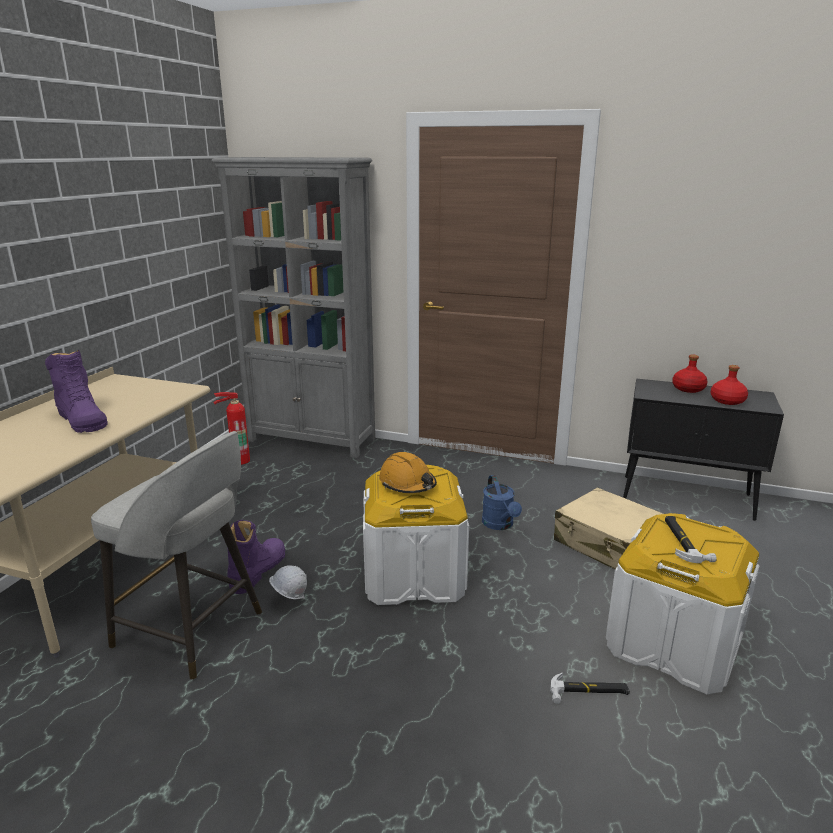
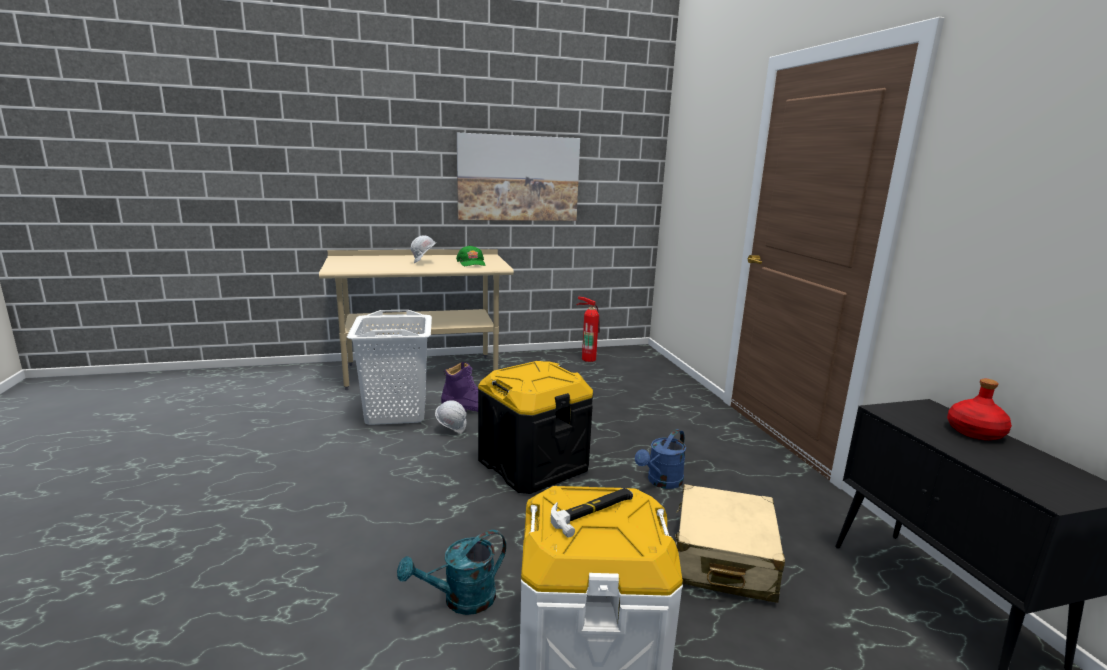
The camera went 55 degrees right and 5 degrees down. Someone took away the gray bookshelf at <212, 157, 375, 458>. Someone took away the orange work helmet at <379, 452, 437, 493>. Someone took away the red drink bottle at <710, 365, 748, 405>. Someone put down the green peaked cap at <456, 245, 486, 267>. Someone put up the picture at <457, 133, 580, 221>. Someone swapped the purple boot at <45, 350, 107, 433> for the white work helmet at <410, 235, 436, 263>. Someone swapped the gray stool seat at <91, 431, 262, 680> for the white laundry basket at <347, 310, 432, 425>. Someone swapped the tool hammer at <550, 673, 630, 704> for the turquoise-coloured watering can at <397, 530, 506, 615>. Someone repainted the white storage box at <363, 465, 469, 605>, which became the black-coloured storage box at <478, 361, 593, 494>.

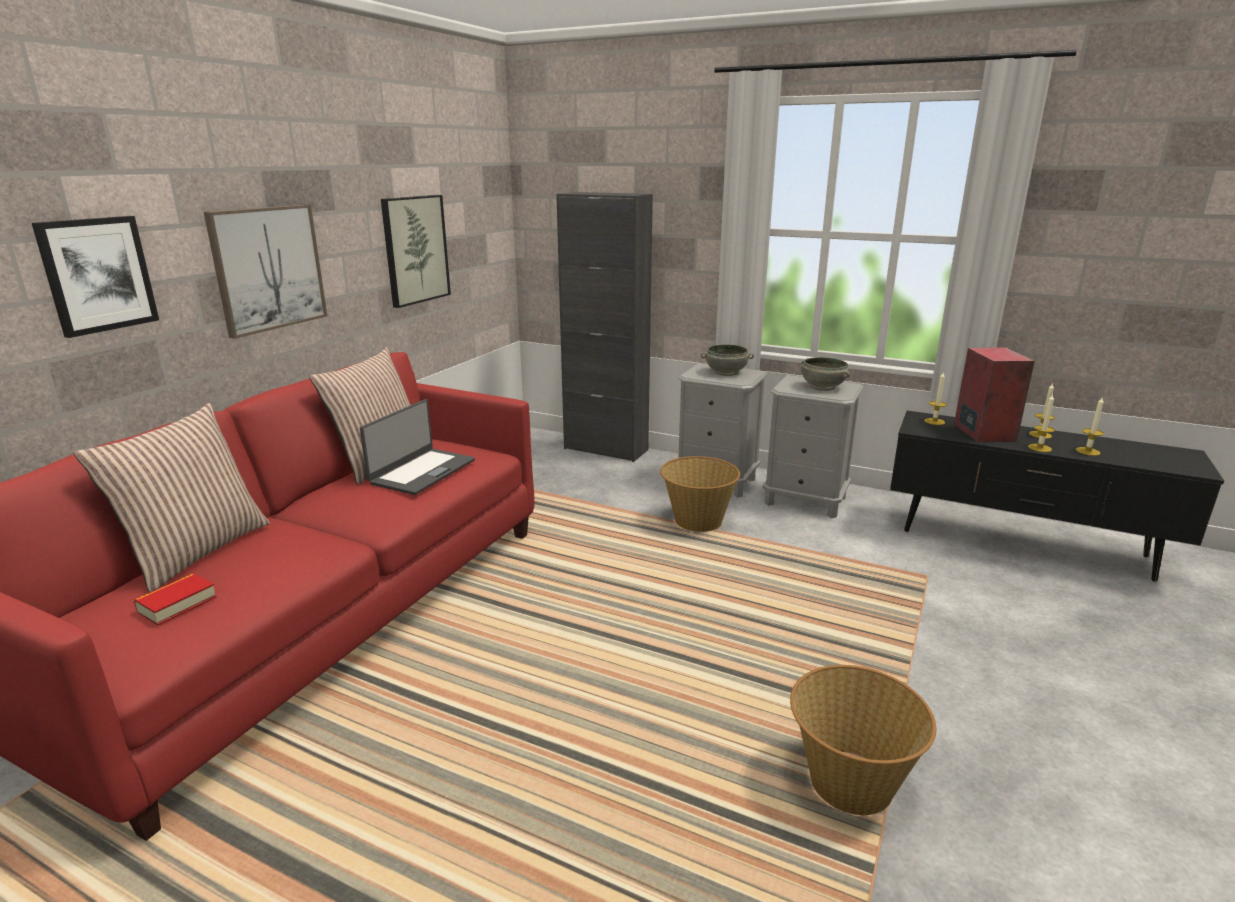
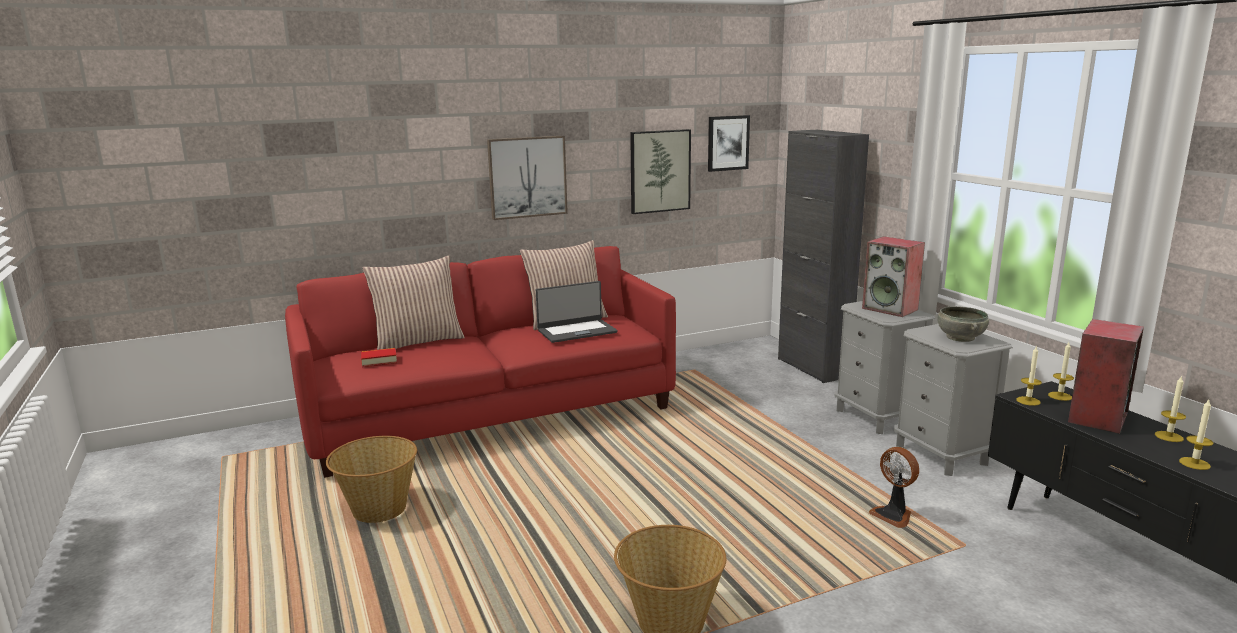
The camera went 40 degrees right and 5 degrees down. Someone put down the electric fan at <869, 447, 919, 528>. Someone carried the picture from <32, 216, 159, 338> to <708, 115, 750, 172>. Someone carried the storage basket from <660, 456, 740, 532> to <326, 436, 417, 523>. Someone carried the candle from <1028, 394, 1055, 452> to <1016, 345, 1042, 406>. Someone swapped the gray serving bowl at <701, 344, 754, 376> for the loudspeaker at <862, 236, 925, 317>.

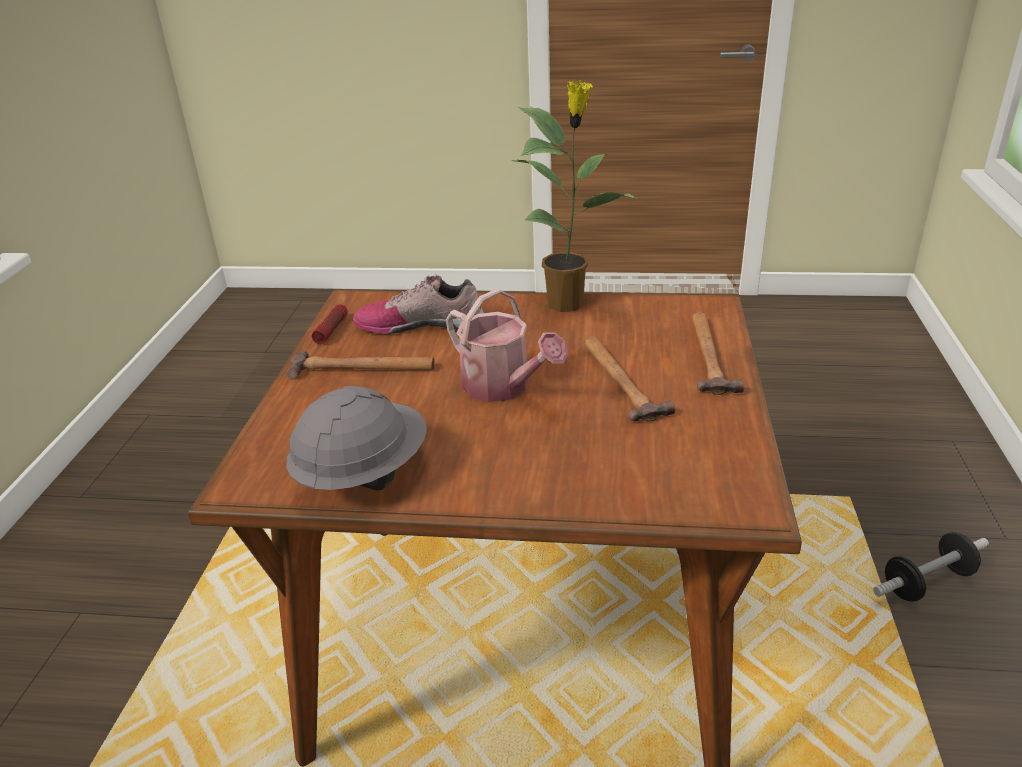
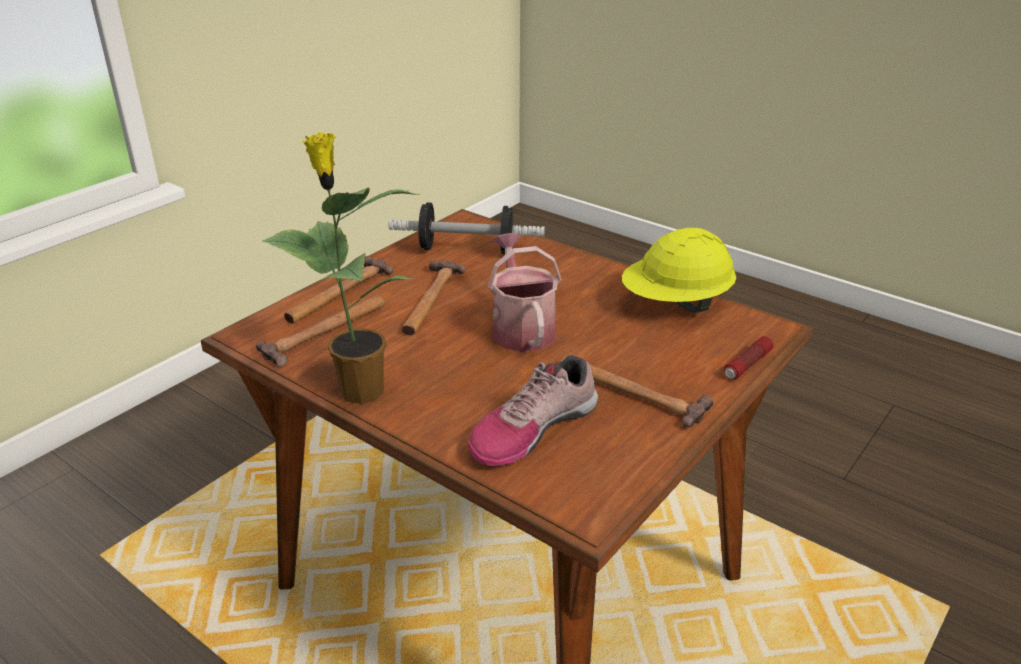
The camera went 150 degrees left and 0 degrees up. Someone put down the tool hammer at <256, 295, 385, 367>. Someone carried the flashlight from <312, 304, 348, 344> to <724, 336, 774, 380>. Someone carried the free weight from <873, 532, 989, 601> to <389, 202, 545, 254>. Someone repainted the gray work helmet at <286, 386, 427, 490>, which became the yellow work helmet at <622, 228, 736, 313>. Someone rotated the low shoe at <353, 274, 484, 334> by 105 degrees clockwise.

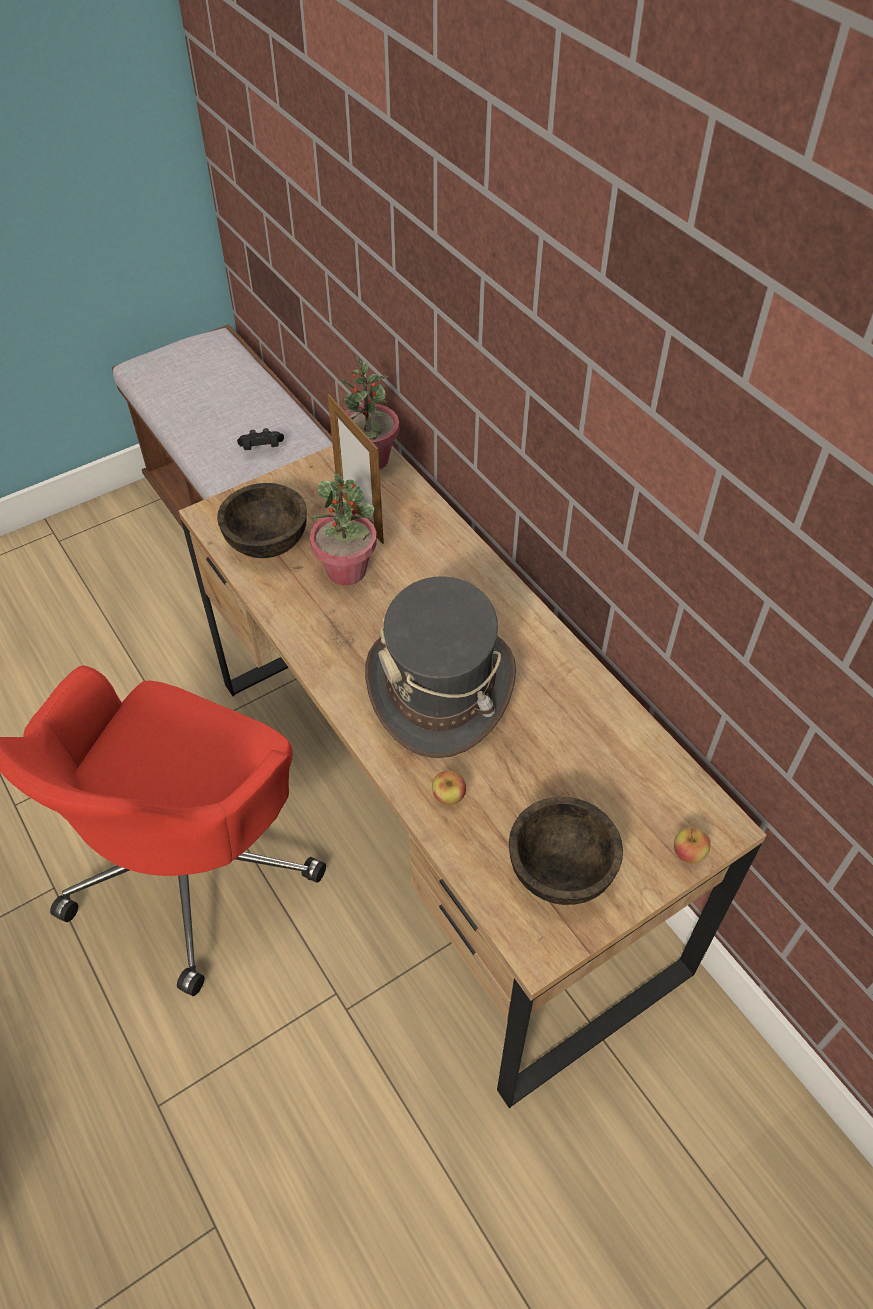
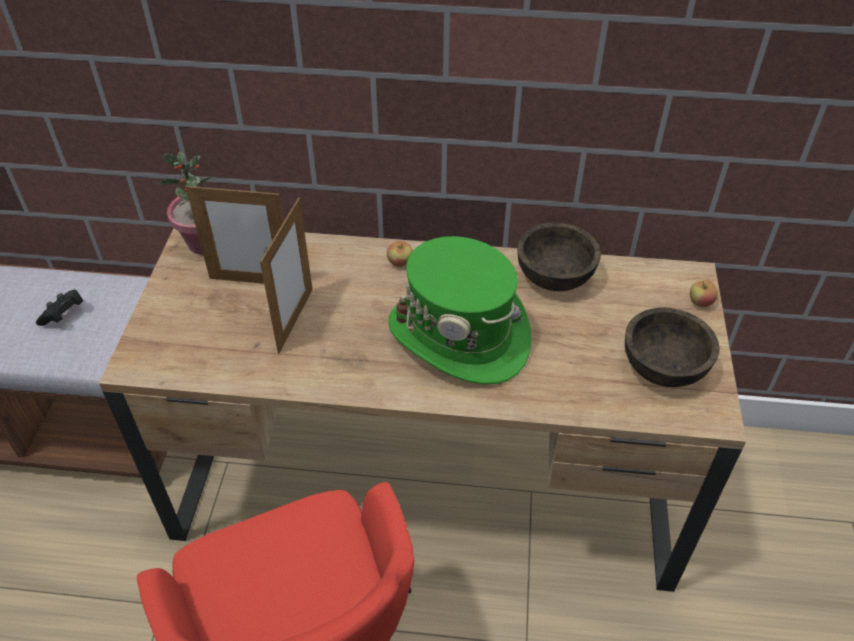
The camera went 50 degrees left and 5 degrees down. Someone carried the brown-coloured serving bowl from <217, 483, 307, 558> to <517, 223, 601, 291>. Someone carried the whole apple from <432, 771, 466, 805> to <387, 241, 413, 267>. Someone swapped the houseplant at <310, 473, 377, 586> for the picture frame at <260, 198, 313, 353>. Someone repainted the gray wearable hat at <365, 576, 516, 758>, which became the green wearable hat at <388, 236, 532, 384>.

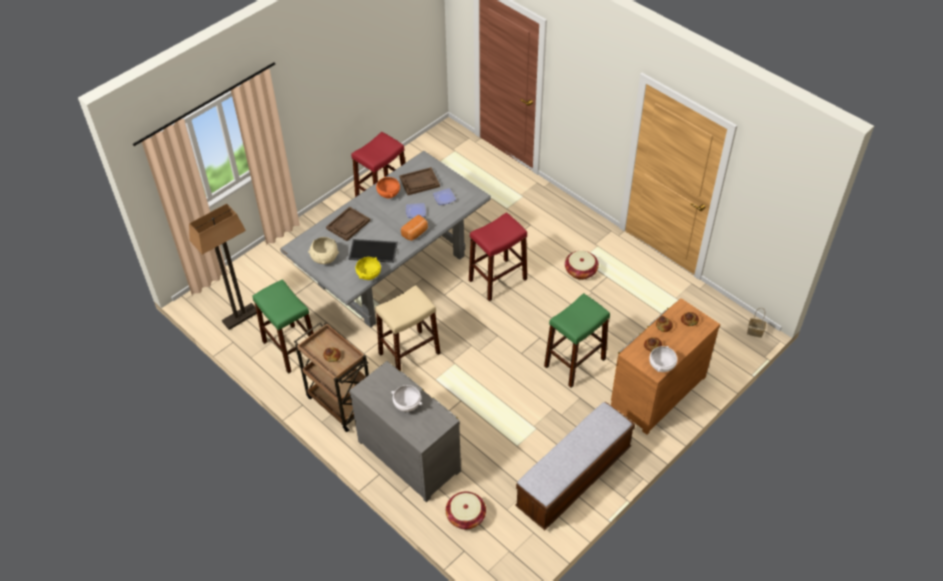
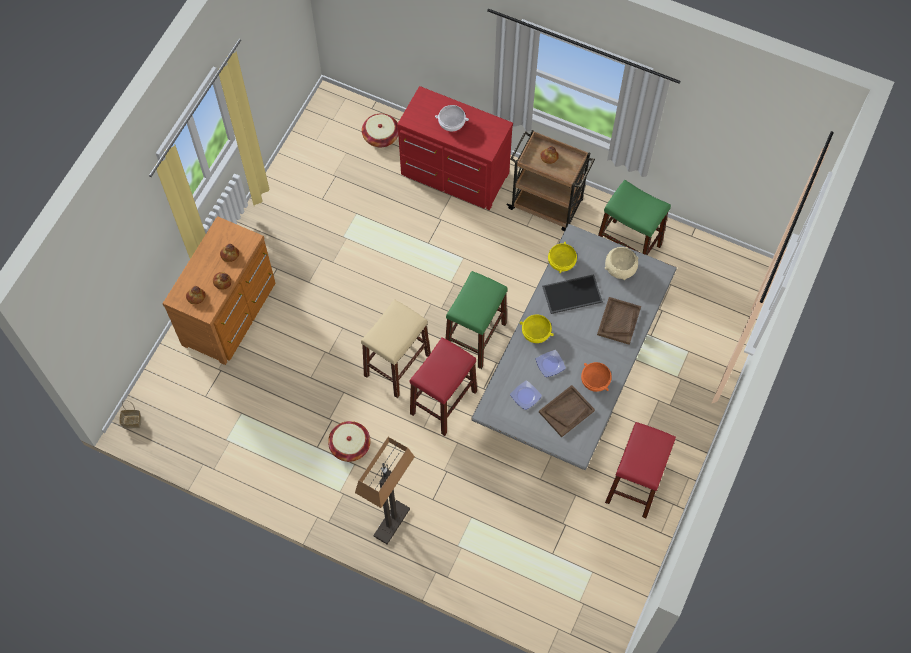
The camera went 160 degrees right and 15 degrees up. Someone took away the long seat at <515, 402, 635, 530>. Someone took away the white serving bowl at <649, 346, 677, 372>. Someone carried the standing lamp from <189, 203, 257, 330> to <355, 437, 415, 544>. Someone carried the beige stool seat from <375, 285, 440, 371> to <361, 299, 431, 398>. Someone carried the green stool seat from <544, 293, 610, 388> to <446, 271, 508, 369>. Someone swapped the bread at <401, 215, 428, 241> for the yellow serving bowl at <520, 314, 554, 343>. Someone repainted the gray chest of drawers at <349, 361, 461, 502>, which became the red chest of drawers at <397, 86, 513, 210>.

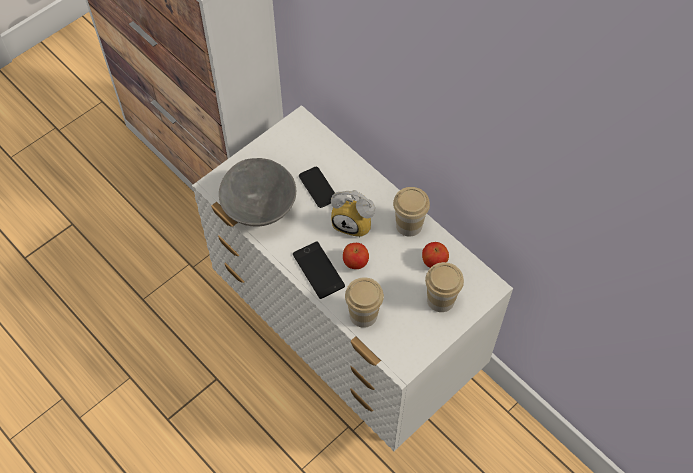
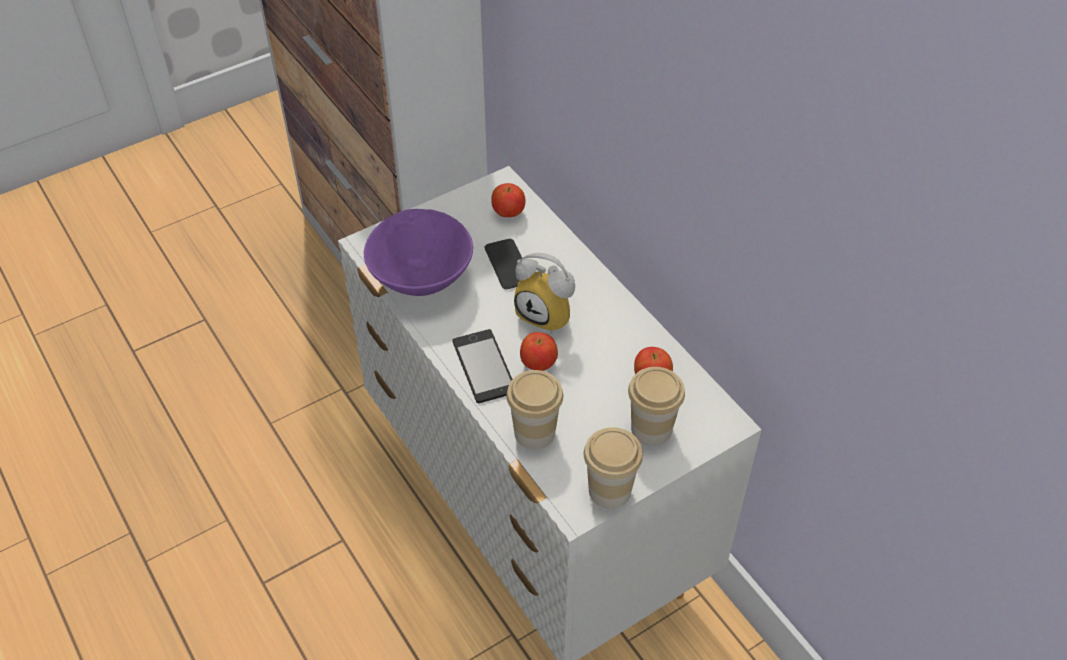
The camera went 10 degrees right and 10 degrees down. Someone put down the whole apple at <491, 183, 525, 217>. Someone carried the cup from <393, 187, 430, 237> to <584, 427, 643, 509>. Someone repainted the gray serving bowl at <219, 158, 296, 226>, which became the purple serving bowl at <364, 209, 473, 296>.

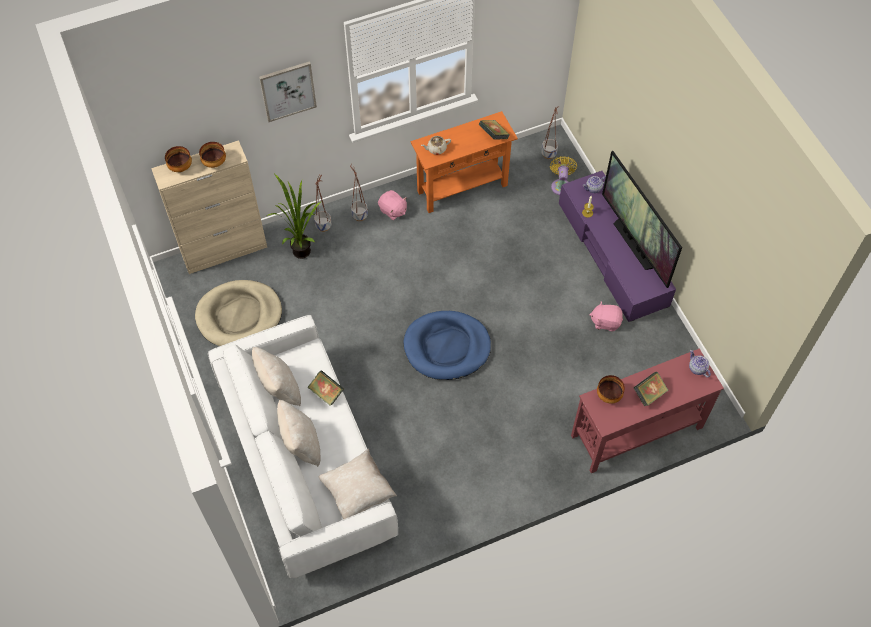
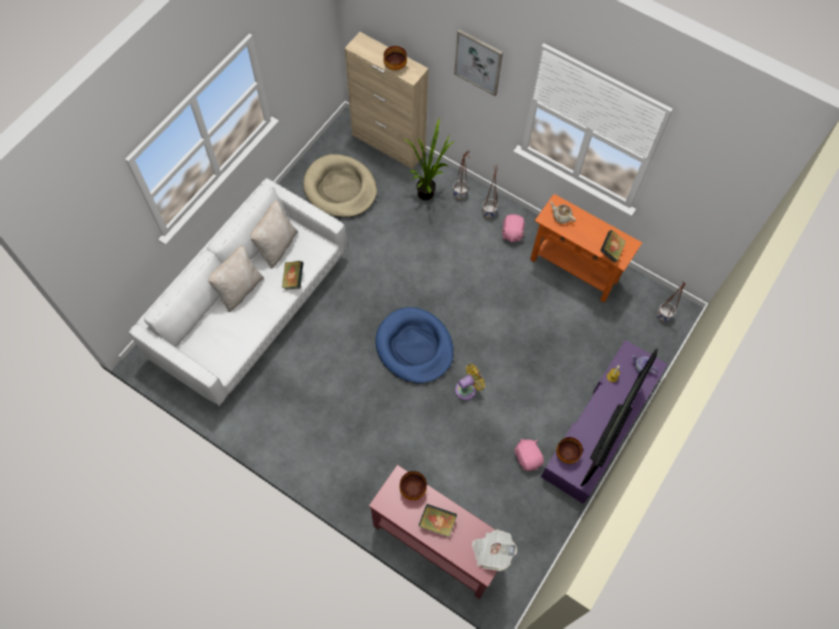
The camera went 55 degrees right and 5 degrees up. Someone took away the beige pillow at <318, 449, 397, 519>. Someone carried the serving bowl from <165, 146, 192, 172> to <556, 437, 583, 464>. Someone carried the yellow electric fan from <550, 156, 577, 195> to <455, 364, 485, 400>. Someone swapped the tea pot at <689, 350, 711, 378> for the printed paper at <472, 529, 517, 571>.

